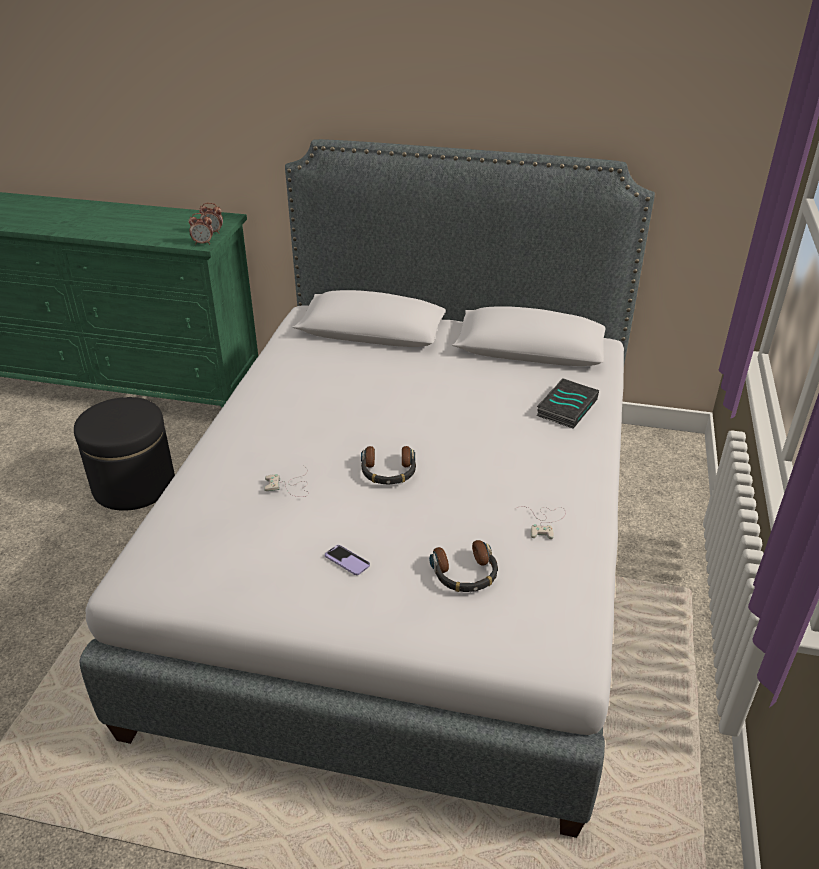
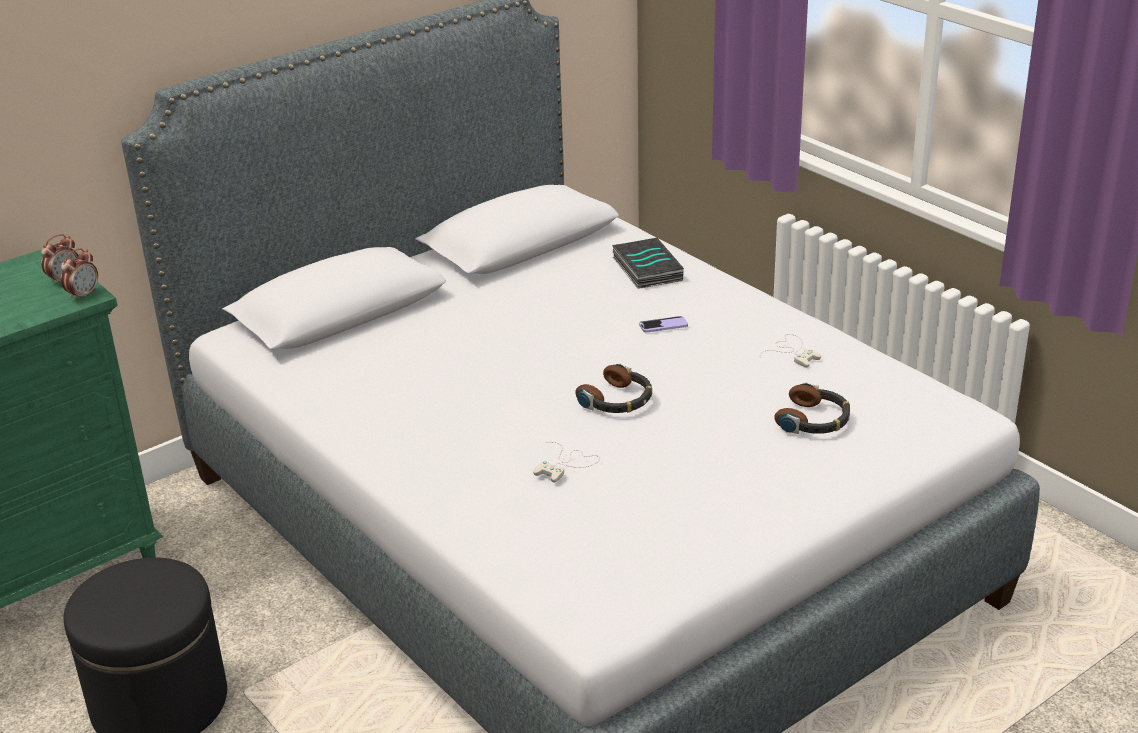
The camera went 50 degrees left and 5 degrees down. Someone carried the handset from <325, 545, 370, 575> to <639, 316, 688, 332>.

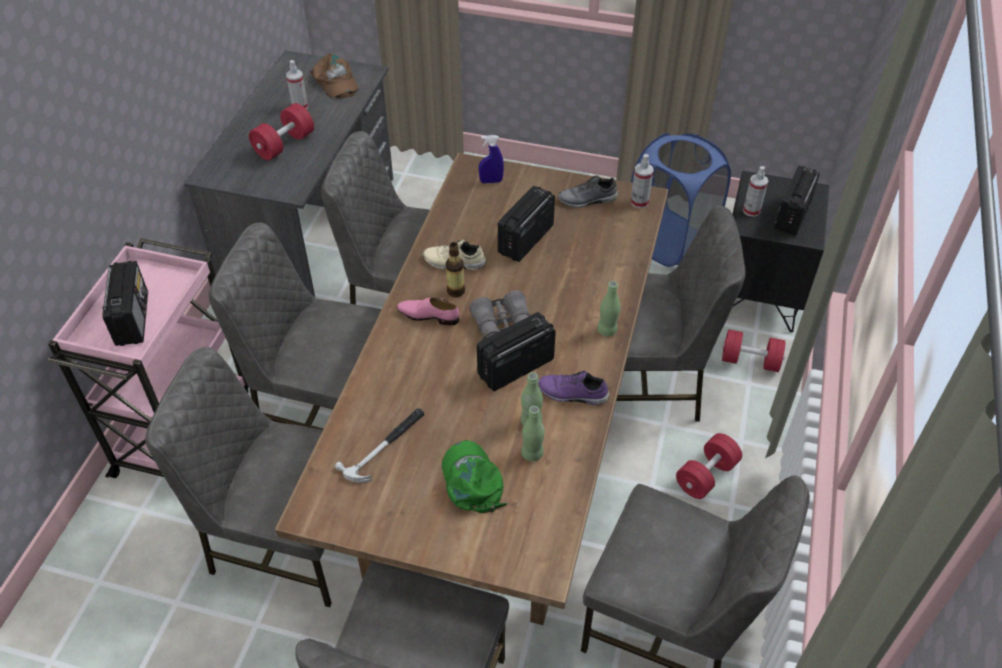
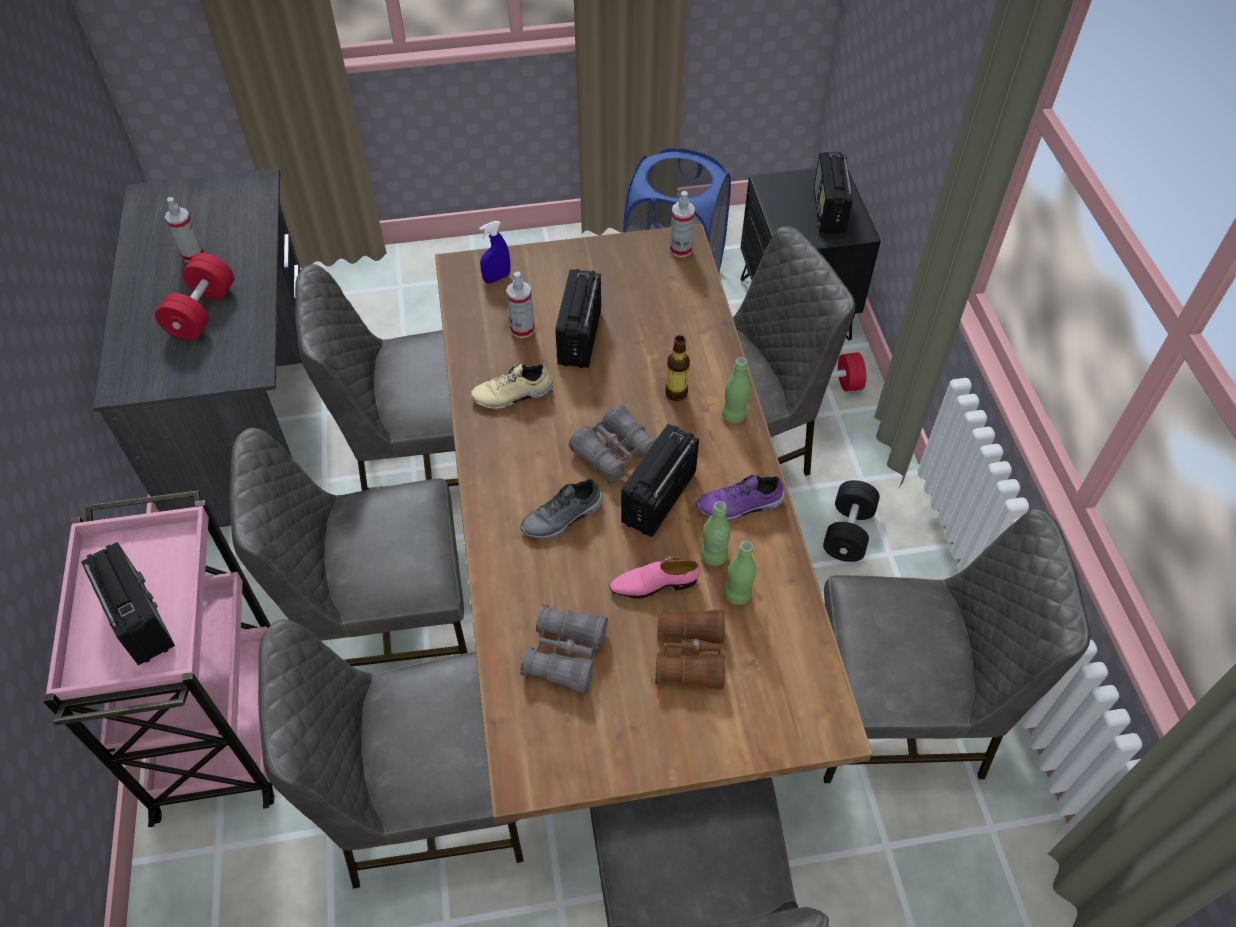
The camera went 25 degrees left and 5 degrees up. Someone took away the brown-coloured peaked cap at <310, 53, 358, 98>. Someone carried the pink low shoe from <397, 297, 460, 326> to <609, 557, 700, 599>. Someone carried the drink bottle from <446, 242, 465, 297> to <666, 335, 690, 401>. Someone carried the gray low shoe from <558, 176, 618, 208> to <520, 479, 603, 539>. Someone carried the sprayer from <743, 166, 768, 217> to <506, 272, 535, 338>. Someone swapped the tool hammer at <335, 408, 424, 483> for the gray field glasses at <520, 604, 608, 694>. Someone swapped the green peaked cap at <442, 440, 507, 513> for the brown-coloured field glasses at <655, 609, 725, 689>. Someone repainted the red free weight at <676, 433, 742, 499>, which became the black-coloured free weight at <823, 480, 880, 562>.

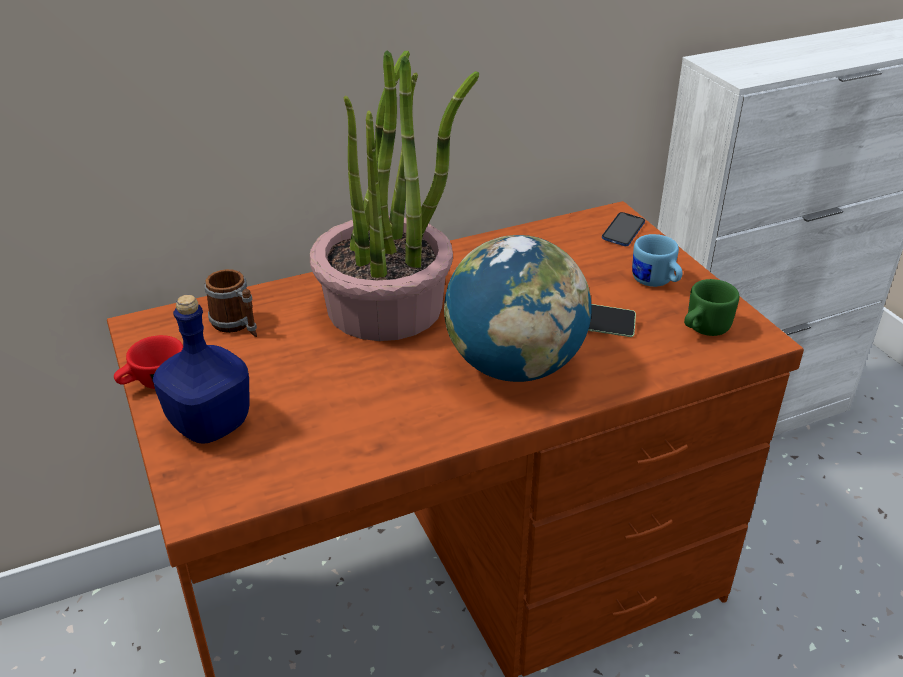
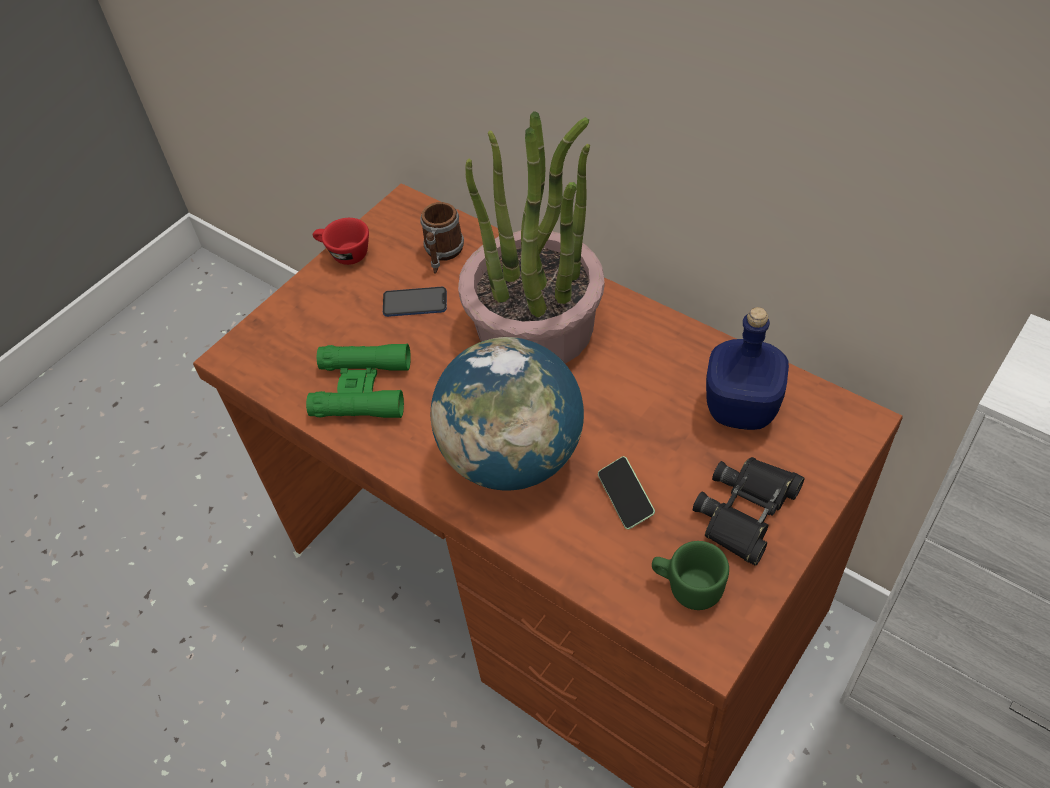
The camera went 65 degrees right and 15 degrees up. Someone put down the green field glasses at <306, 344, 411, 418>. Someone carried the blue-coloured drink bottle from <153, 295, 250, 443> to <706, 307, 789, 430>. Someone carried the handset from <602, 212, 645, 246> to <383, 287, 447, 317>. Someone swapped the blue-coloured coffee mug at <632, 234, 683, 287> for the black-coloured field glasses at <693, 457, 805, 566>.

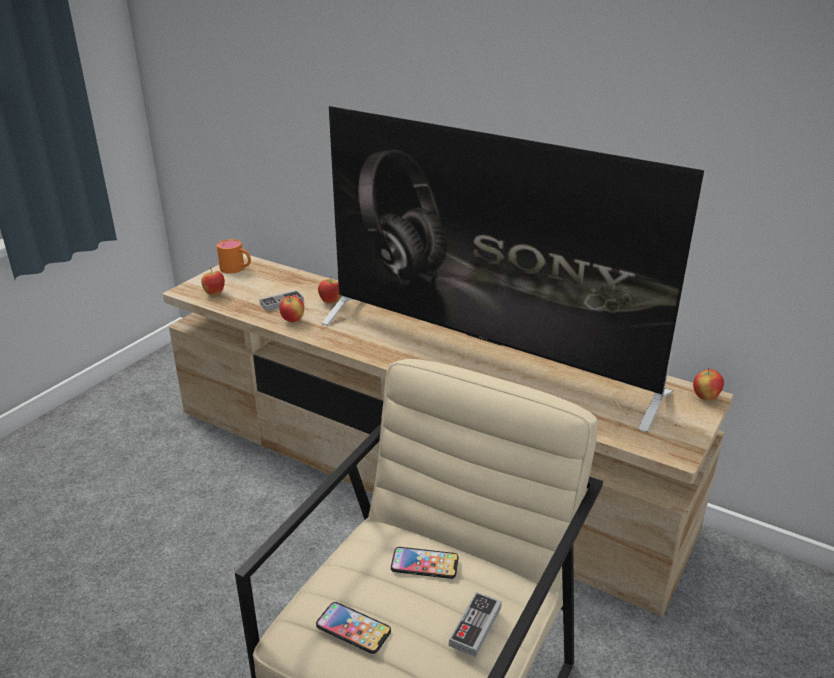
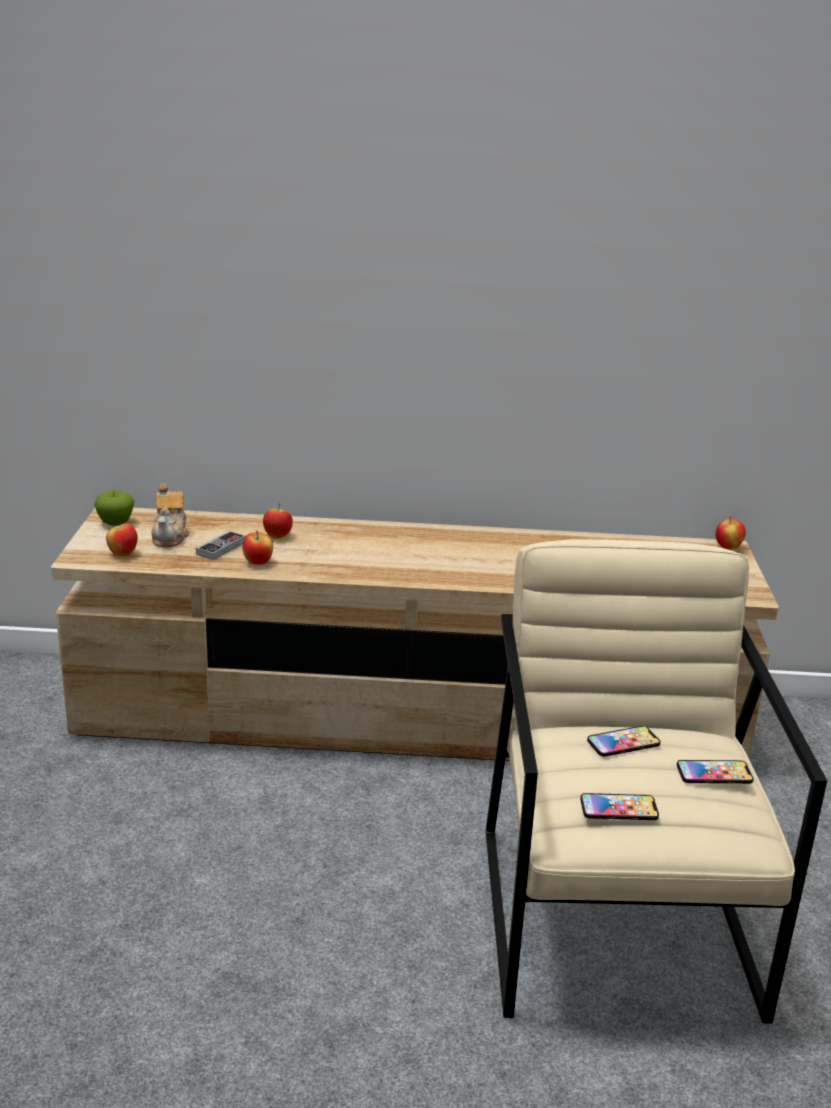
The camera went 30 degrees left and 5 degrees down. Someone took away the TV set at <322, 106, 704, 433>. Someone put down the tea pot at <151, 483, 189, 547>. Someone swapped the orange coffee mug at <216, 239, 251, 274> for the whole apple at <94, 490, 134, 526>. Someone swapped the joypad at <449, 592, 502, 657> for the handset at <677, 760, 754, 784>.

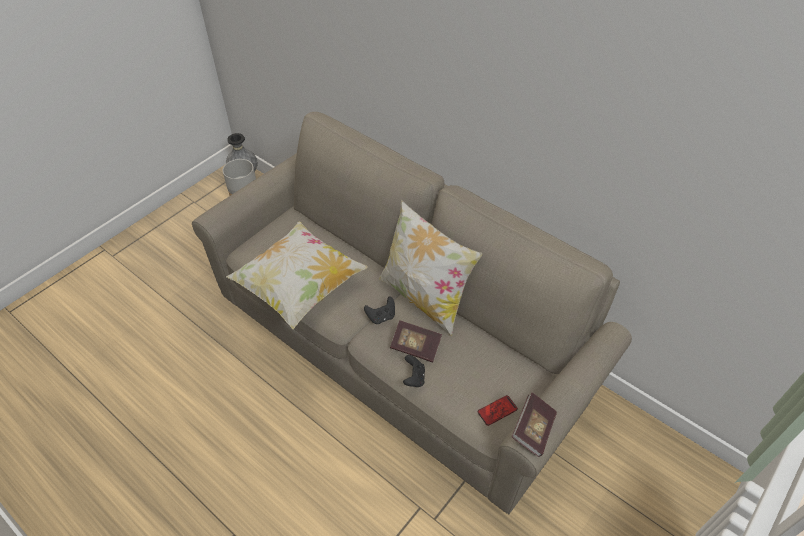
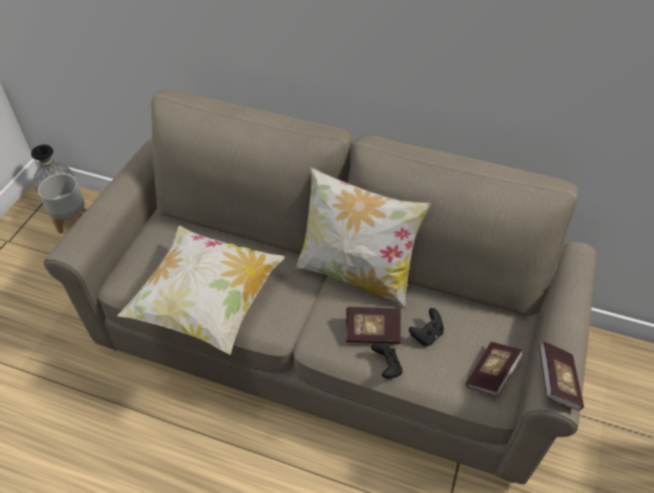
The camera went 20 degrees left and 0 degrees up. Someone carried the black-coloured joypad from <364, 297, 395, 324> to <409, 308, 444, 346>. Someone swapped the handset at <478, 395, 518, 426> for the book at <466, 342, 524, 396>.

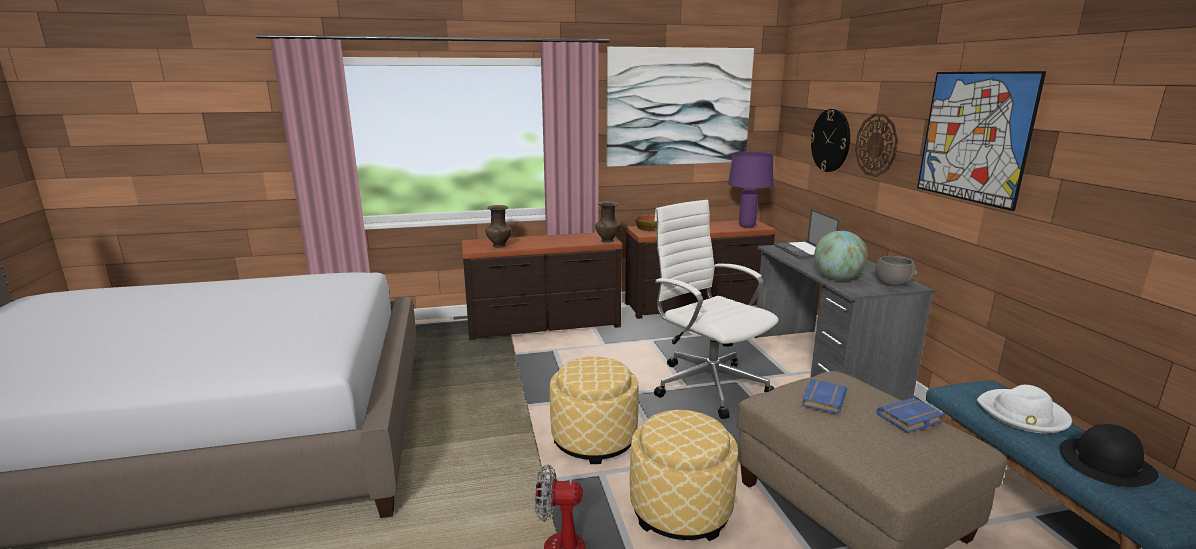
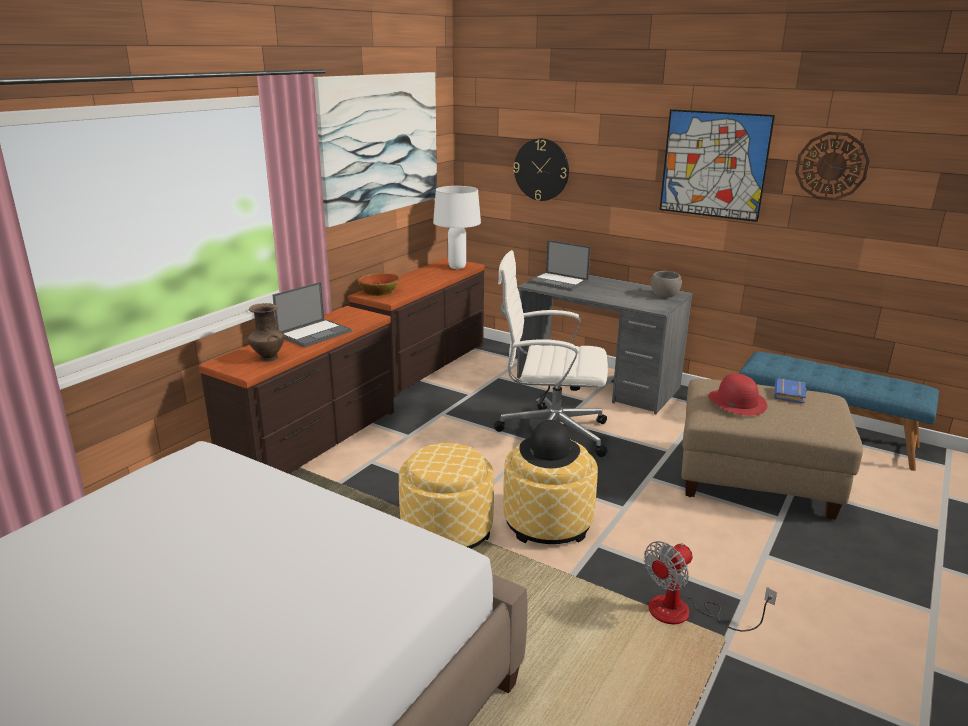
The camera went 45 degrees left and 5 degrees up. Someone took away the brown-coloured vase at <595, 201, 620, 243>. Someone took away the globe at <814, 231, 868, 281>. Someone took away the white wearable hat at <977, 385, 1072, 433>. Someone put down the portable computer at <273, 282, 352, 348>. Someone carried the footrest from <630, 410, 739, 541> to <399, 443, 494, 549>. Someone carried the wall clock from <855, 113, 898, 177> to <795, 132, 870, 201>. Someone carried the black-coloured wearable hat from <1060, 424, 1159, 487> to <519, 420, 580, 468>. Someone swapped the blue-coloured book at <802, 379, 847, 415> for the red wearable hat at <708, 373, 767, 416>. Someone repainted the purple tabletop lamp at <728, 151, 773, 228>, which became the white tabletop lamp at <433, 186, 481, 269>.

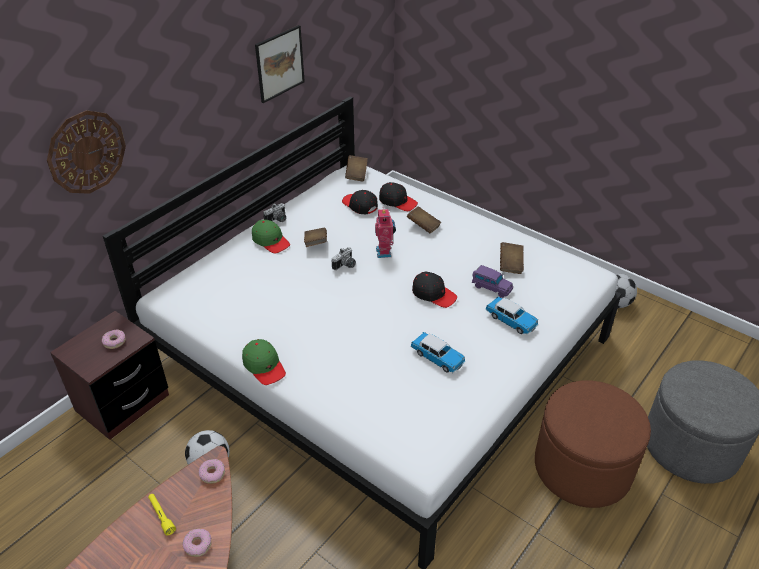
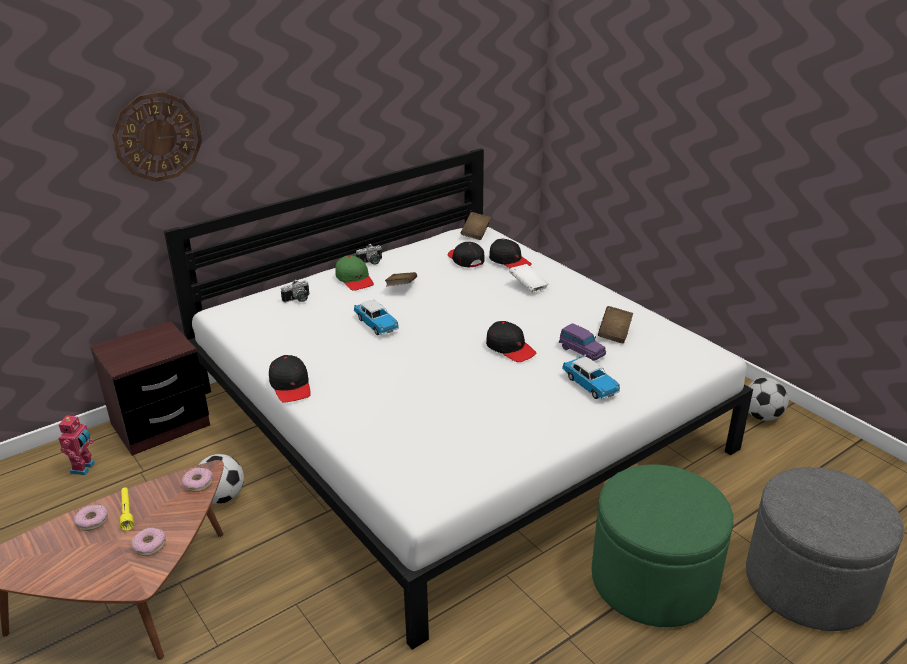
The camera went 15 degrees right and 10 degrees down. Someone took away the picture at <255, 25, 305, 103>. Someone carried the ring doughnut from <102, 330, 126, 349> to <74, 505, 108, 531>. Someone carried the still camera from <332, 247, 356, 270> to <281, 280, 309, 303>. Someone carried the model robot from <375, 207, 396, 258> to <59, 414, 95, 475>. Someone carried the toy car from <411, 332, 465, 373> to <354, 300, 399, 335>. Someone repainted the green peaked cap at <242, 339, 286, 385>, which became the black-coloured peaked cap at <269, 355, 311, 403>. Someone repainted the brown-coloured book at <407, 206, 441, 233>, which became the white book at <509, 264, 549, 293>. Someone repainted the brown-coloured footrest at <535, 380, 651, 508>, which became the green footrest at <592, 464, 733, 627>.

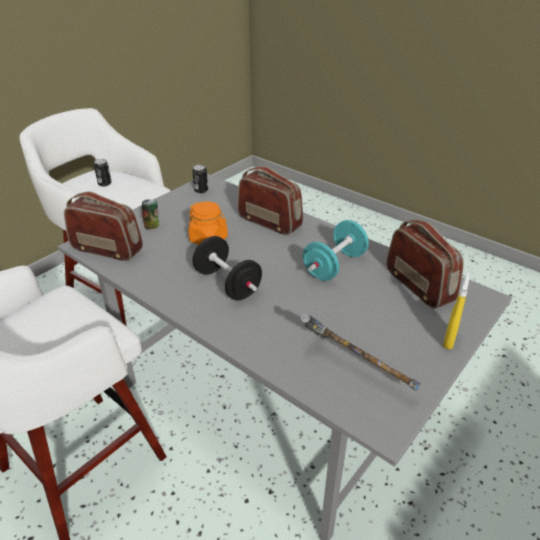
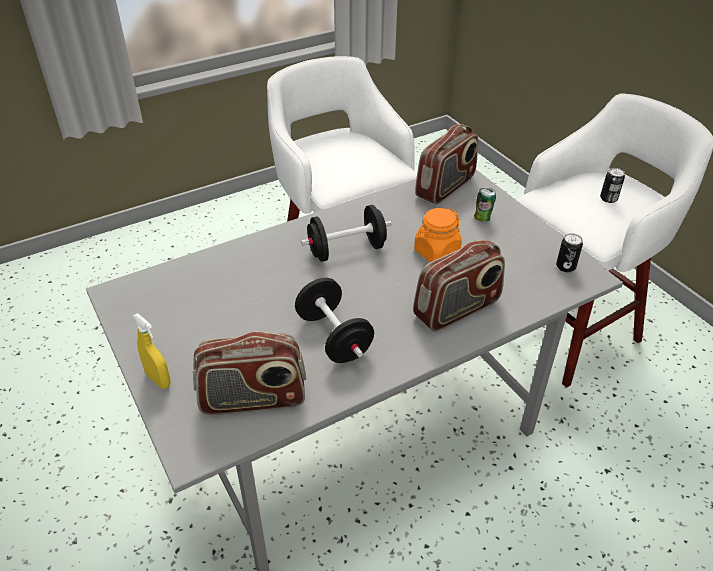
The camera went 110 degrees right and 5 degrees up. Someone took away the tool hammer at <300, 313, 420, 391>. Someone repainted the turquoise-coloured free weight at <303, 220, 369, 281>, which became the black-coloured free weight at <295, 278, 374, 363>.

